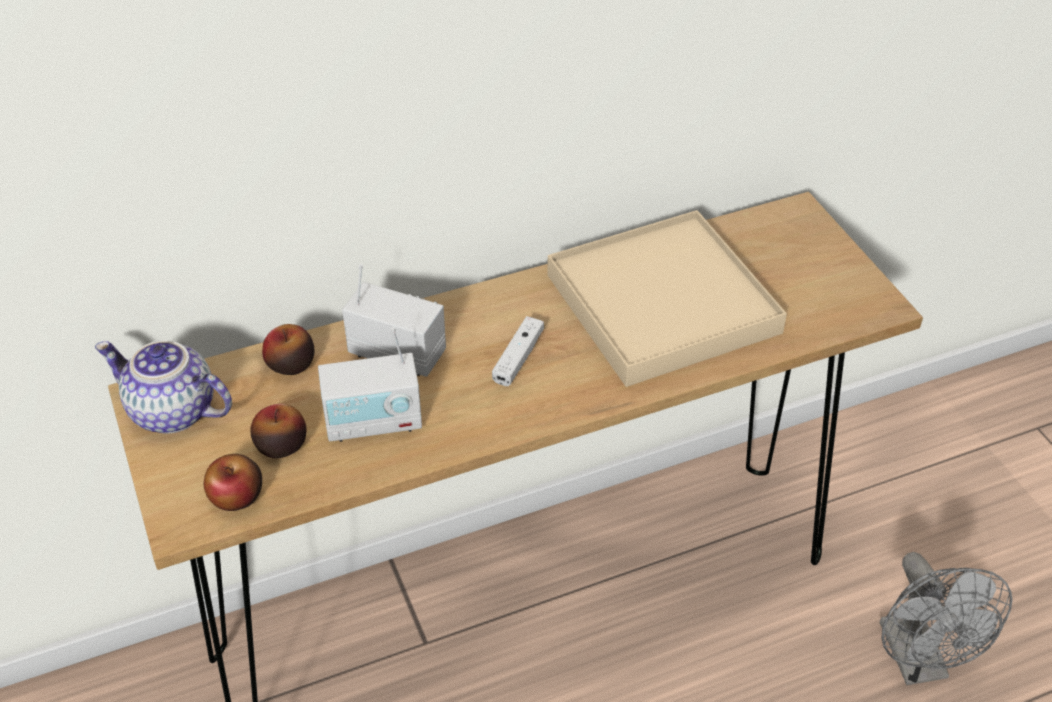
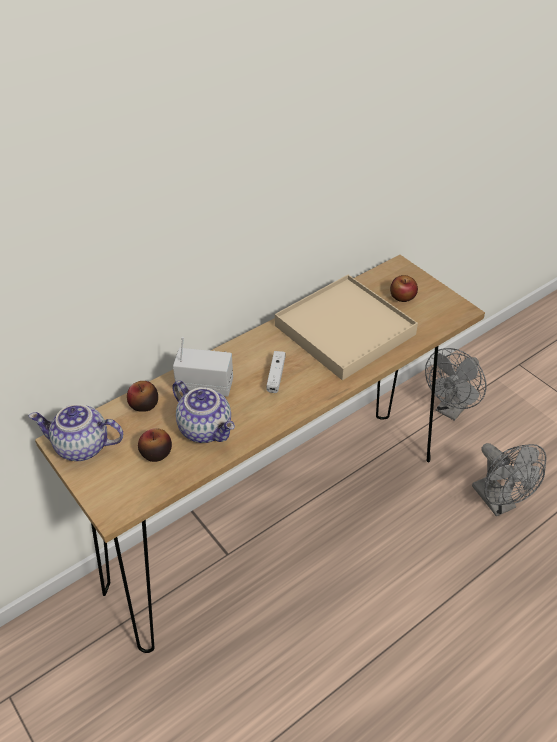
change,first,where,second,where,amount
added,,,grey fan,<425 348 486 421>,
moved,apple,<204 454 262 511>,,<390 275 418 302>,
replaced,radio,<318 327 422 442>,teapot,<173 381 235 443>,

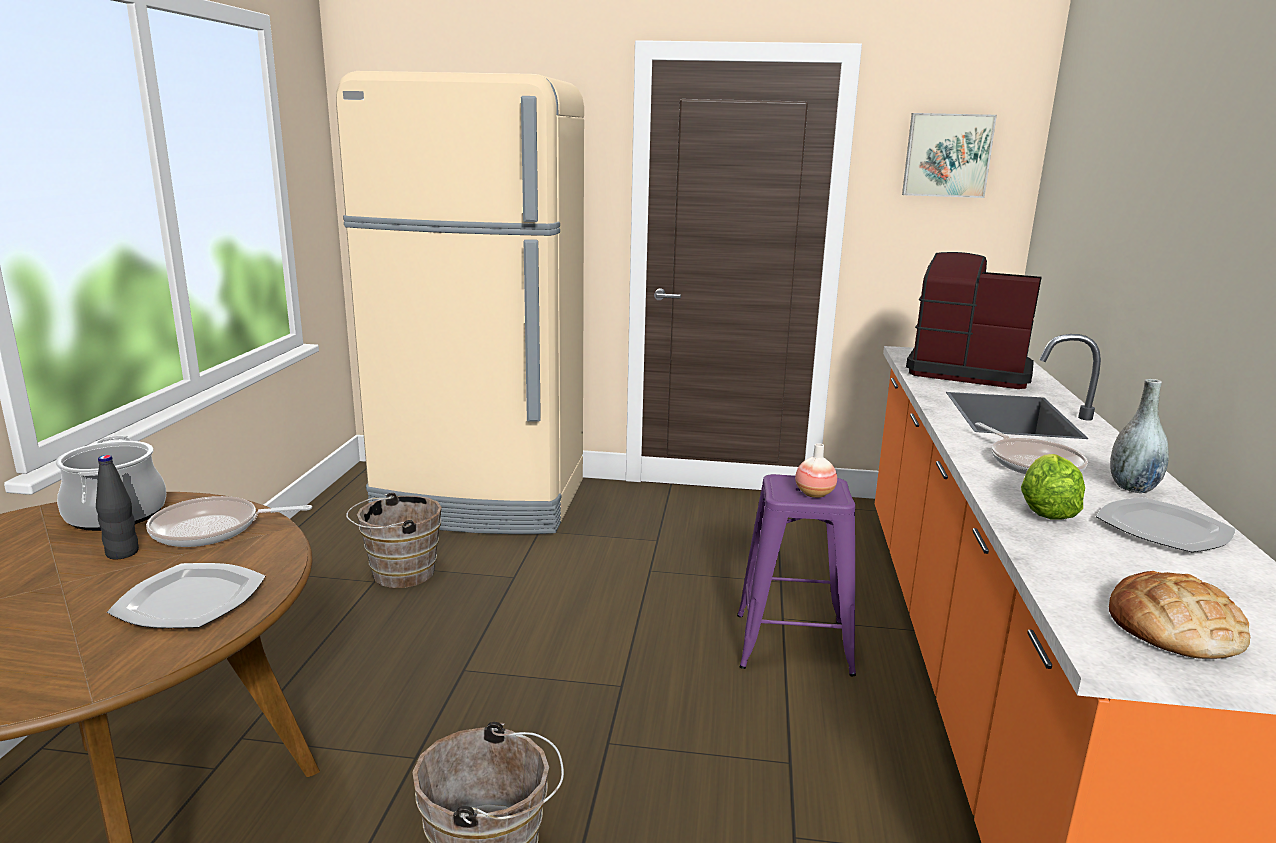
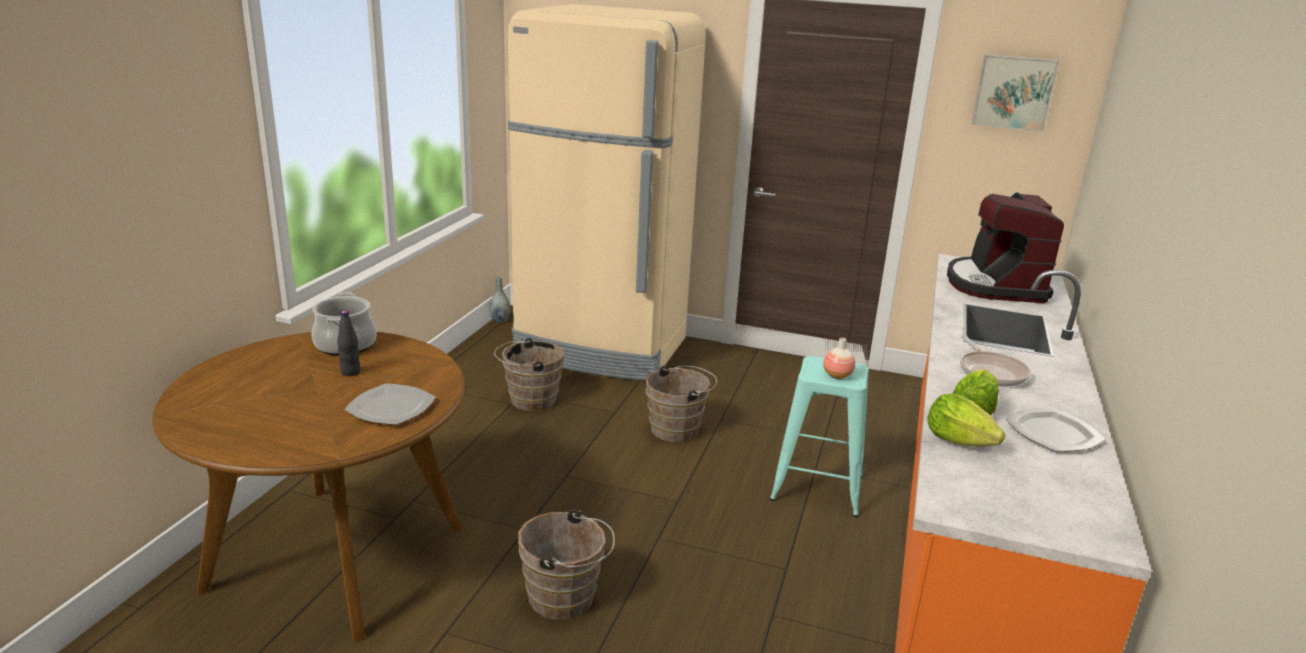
change,first,where,second,where,amount
removed,frying pan,<146 496 312 547>,,,
removed,bread,<1109 571 1250 659>,,,
added,,,brown bucket,<646 366 717 442>,
added,,,lettuce,<927 393 1006 446>,
moved,grey vase,<1110 379 1169 493>,,<490 276 511 323>,
recoloured,purple stool,<737 474 856 676>,turquoise stool,<770 356 869 517>,
turned,coffee machine,<906 252 1042 389>,,<947 192 1064 303>,120 degrees counterclockwise

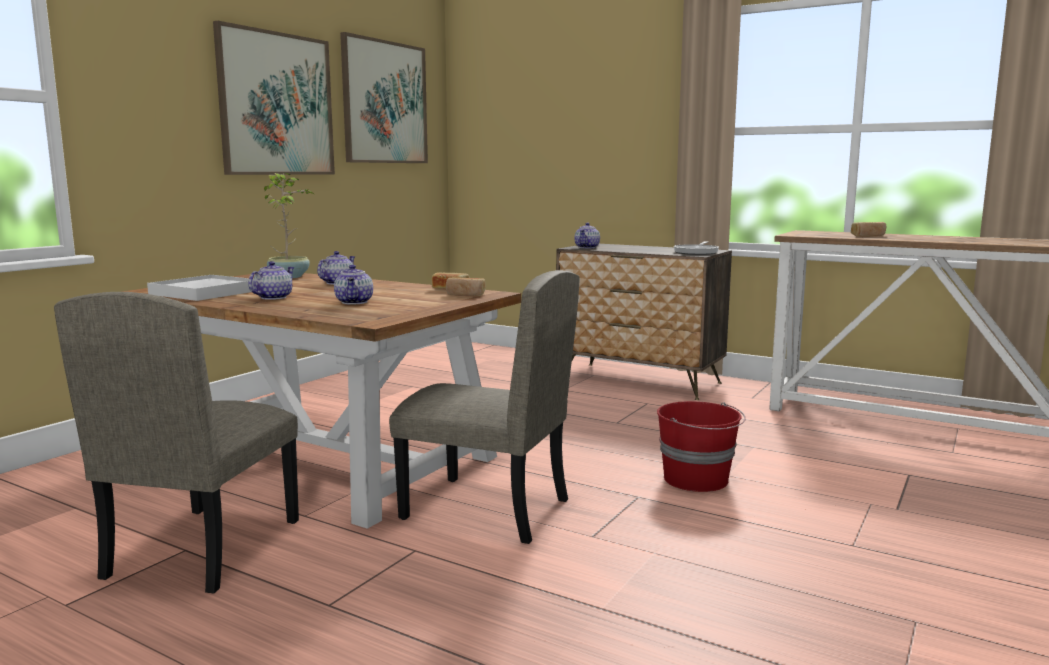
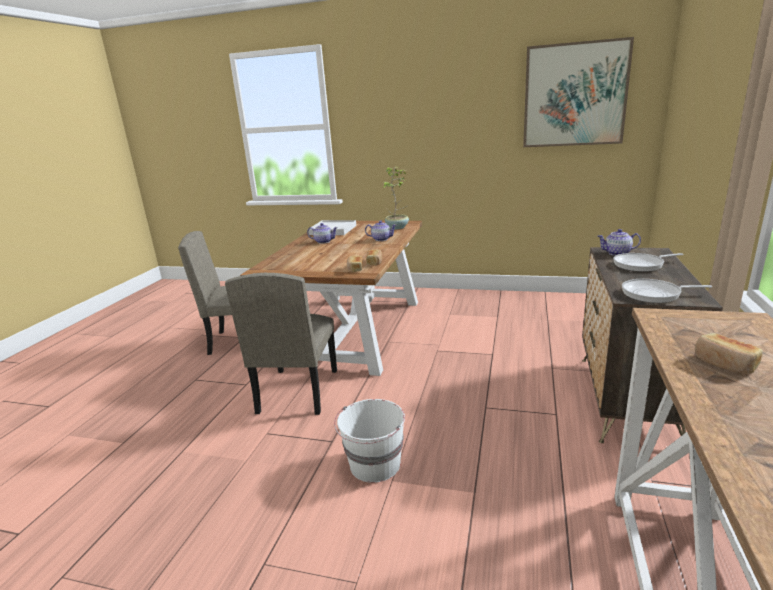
change,first,where,second,where,amount
removed,picture,<213 21 335 175>,,,
removed,teapot,<334 265 373 305>,,,
added,,,frying pan,<614 253 683 272>,
recoloured,red bucket,<657 401 746 492>,white bucket,<334 399 405 483>,

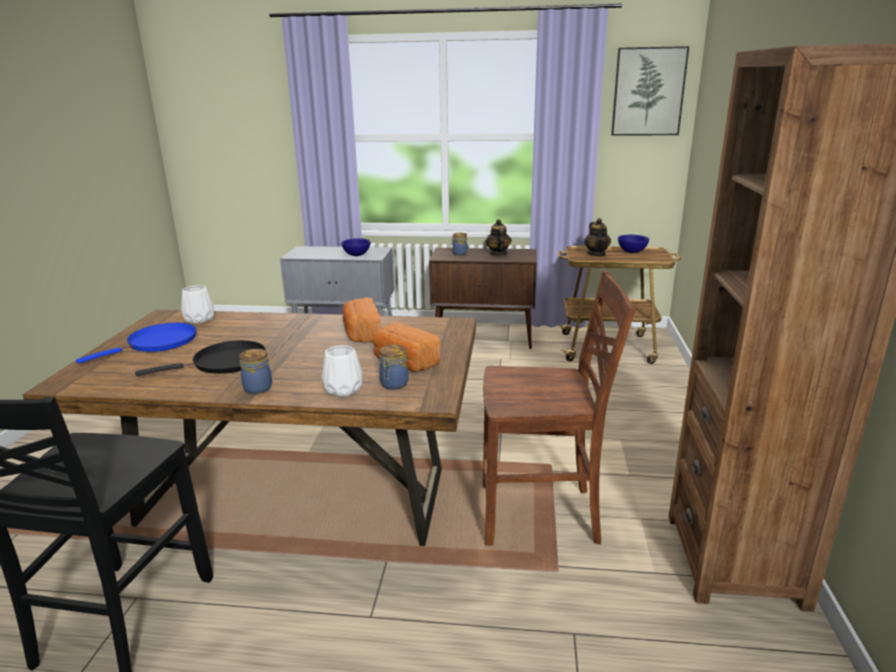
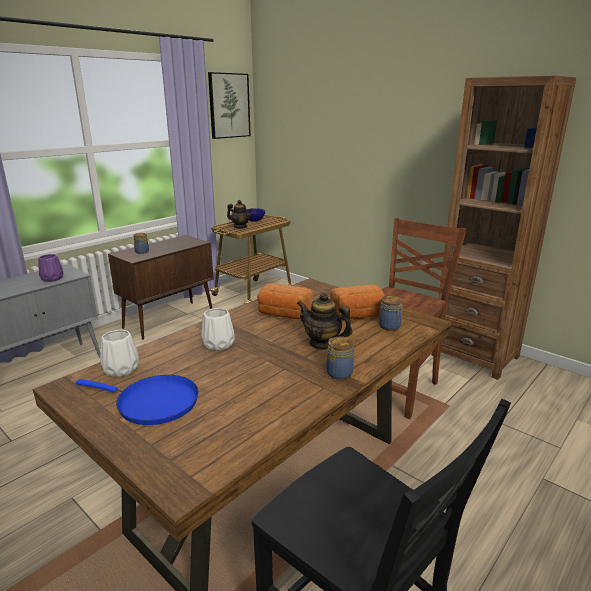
change,first,where,second,where,amount
removed,black frying pan,<135 340 266 376>,,,
moved,white vase,<322 345 362 397>,,<201 308 235 351>,
moved,teapot,<486 219 512 256>,,<297 292 353 350>,
replaced,blue bowl,<341 238 370 256>,purple vase,<38 254 63 282>,
turned,blue frying pan,<76 323 197 364>,,<76 375 199 425>,120 degrees clockwise

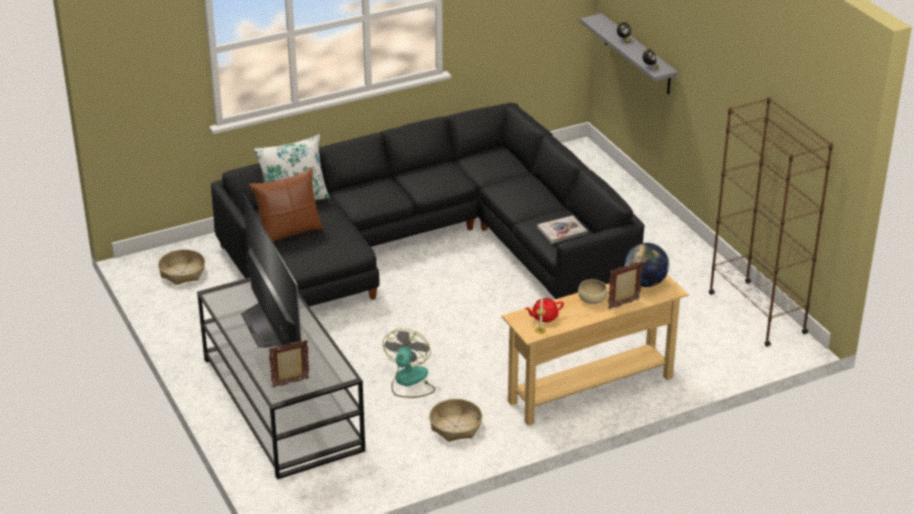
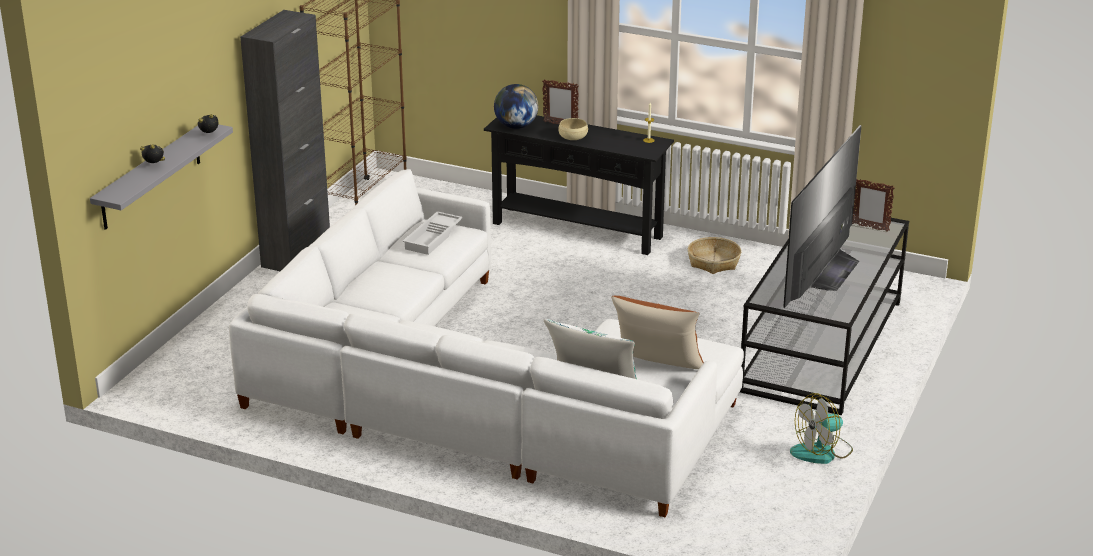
change,first,where,second,where,amount
removed,basket,<158 249 205 285>,,,
removed,red teapot,<525 298 564 322>,,,
added,,,black cabinet,<240 10 330 271>,
moved,fan,<383 329 435 398>,,<790 393 853 464>,
replaced,book,<537 216 588 244>,white tray,<403 211 463 255>,
recoloured,black sofa,<211 103 645 307>,white sofa,<229 169 744 517>,
recoloured,beige console table,<502 274 688 426>,black console table,<484 115 674 255>,

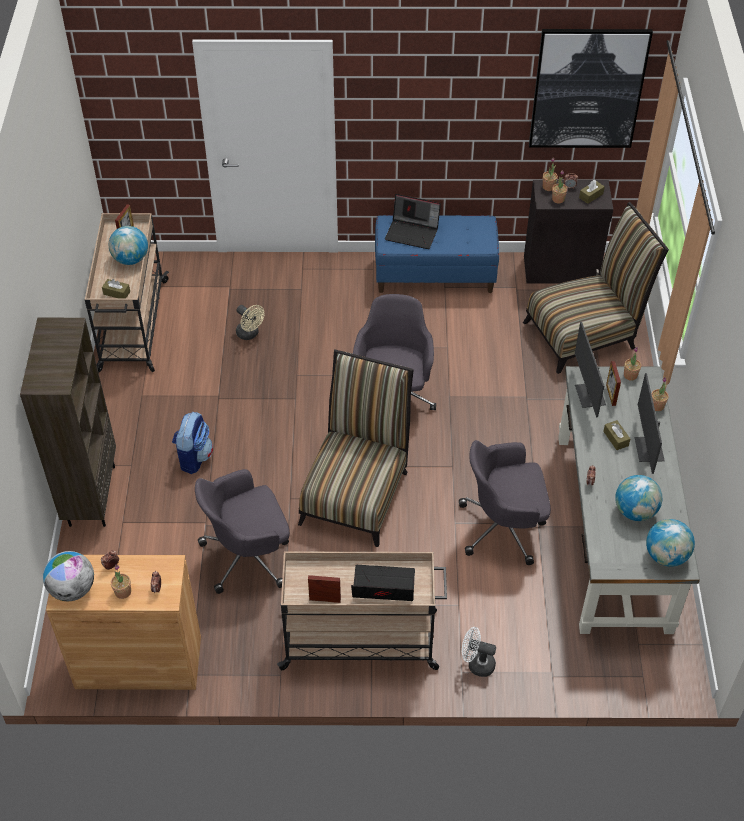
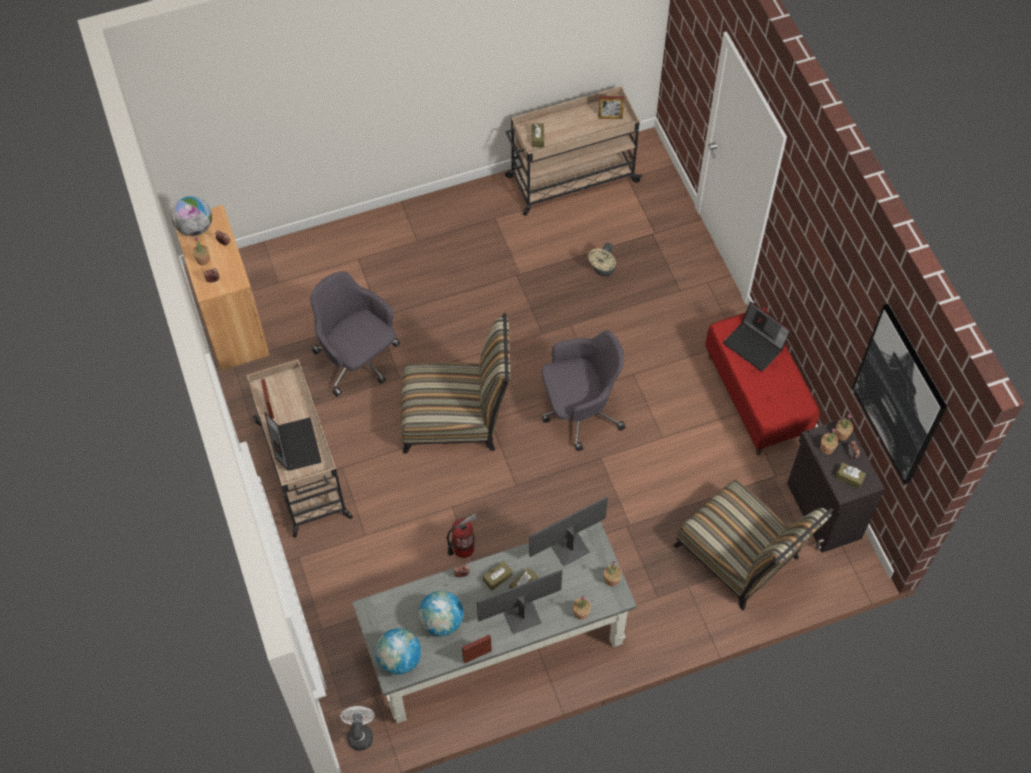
change,first,where,second,where,amount
removed,brown bookcase,<20 318 116 527>,,,
removed,globe,<109 226 148 265>,,,
removed,backpack,<172 412 213 474>,,,
added,,,brown tissue box,<483 561 513 591>,
moved,white fan,<462 627 496 677>,,<340 706 375 750>,
moved,picture frame,<606 361 621 406>,,<462 635 492 663>,
replaced,grey office chair,<459 440 551 565>,fire extinguisher,<447 514 477 558>,
recoloured,blue bench,<375 215 499 293>,red bench,<705 308 820 455>,
turned,laptop,<385 194 441 249>,,<723 302 791 371>,45 degrees counterclockwise

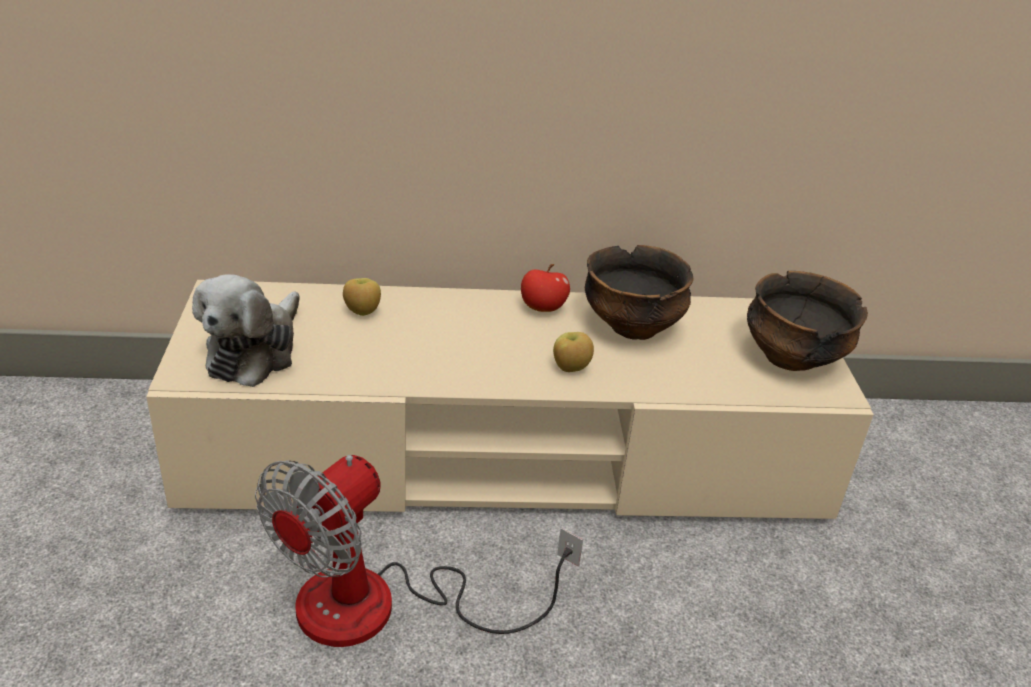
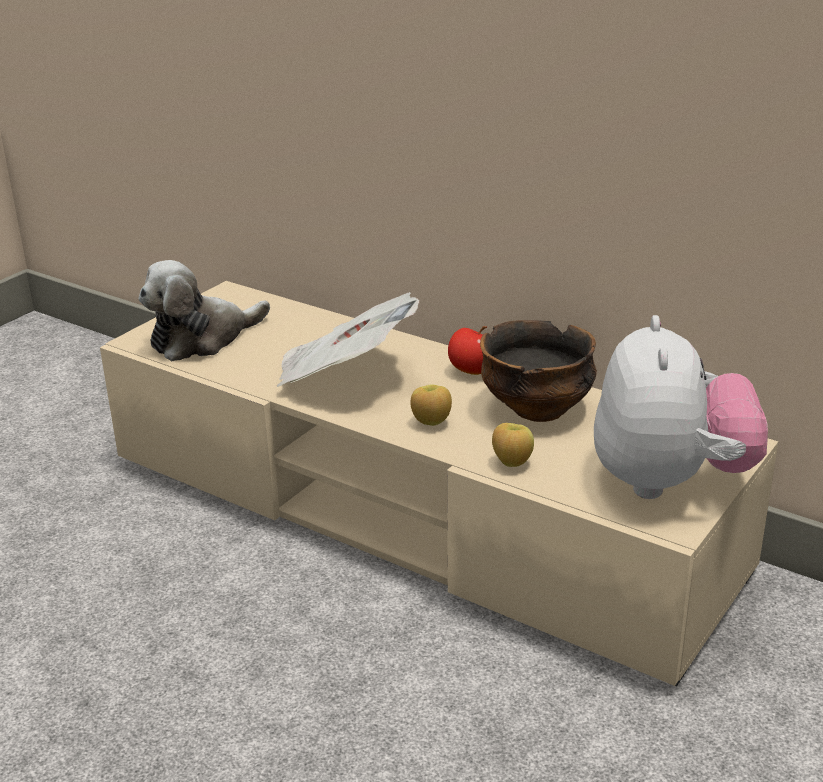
change,first,where,second,where,amount
removed,fan,<255 455 583 647>,,,
added,,,newspaper,<277 292 419 387>,
moved,apple,<343 278 381 316>,,<492 423 534 467>,
replaced,bowl,<747 271 868 371>,plush toy,<594 315 768 499>,

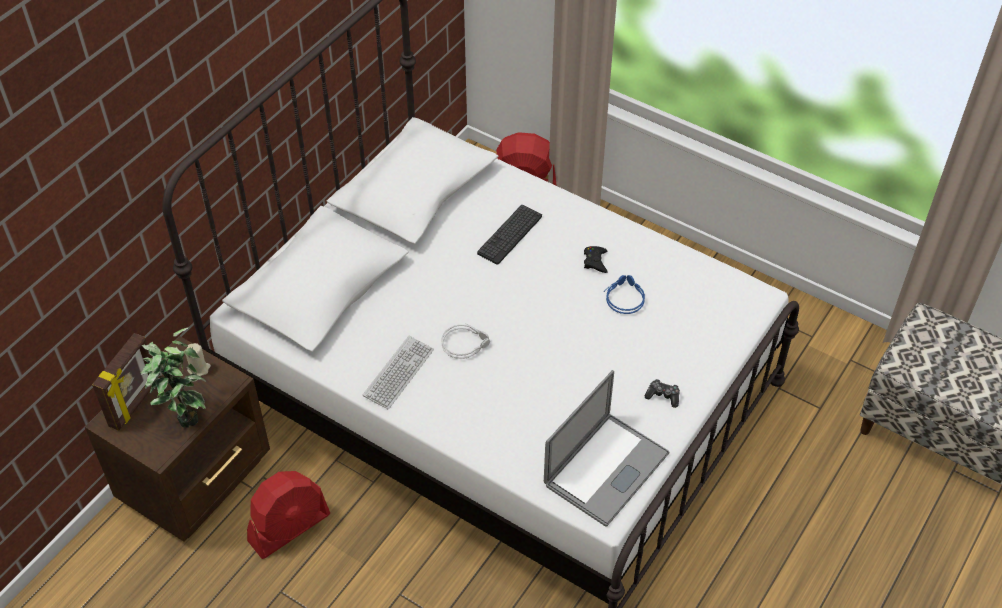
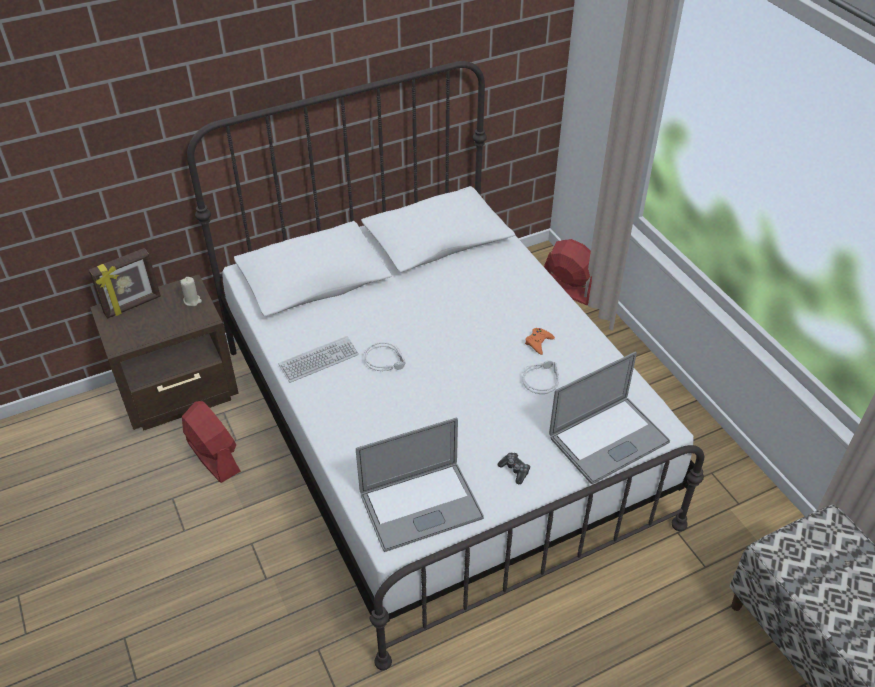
change,first,where,second,where,amount
removed,potted plant,<141 327 206 428>,,,
removed,keyboard,<477 205 542 265>,,,
added,,,laptop,<549 352 670 484>,
recoloured,black game controller,<584 246 608 273>,orange game controller,<525 328 555 355>,
recoloured,blue headphones,<604 275 645 314>,grey headphones,<523 360 560 394>,
turned,red fan,<247 471 330 559>,,<182 401 241 483>,120 degrees counterclockwise

